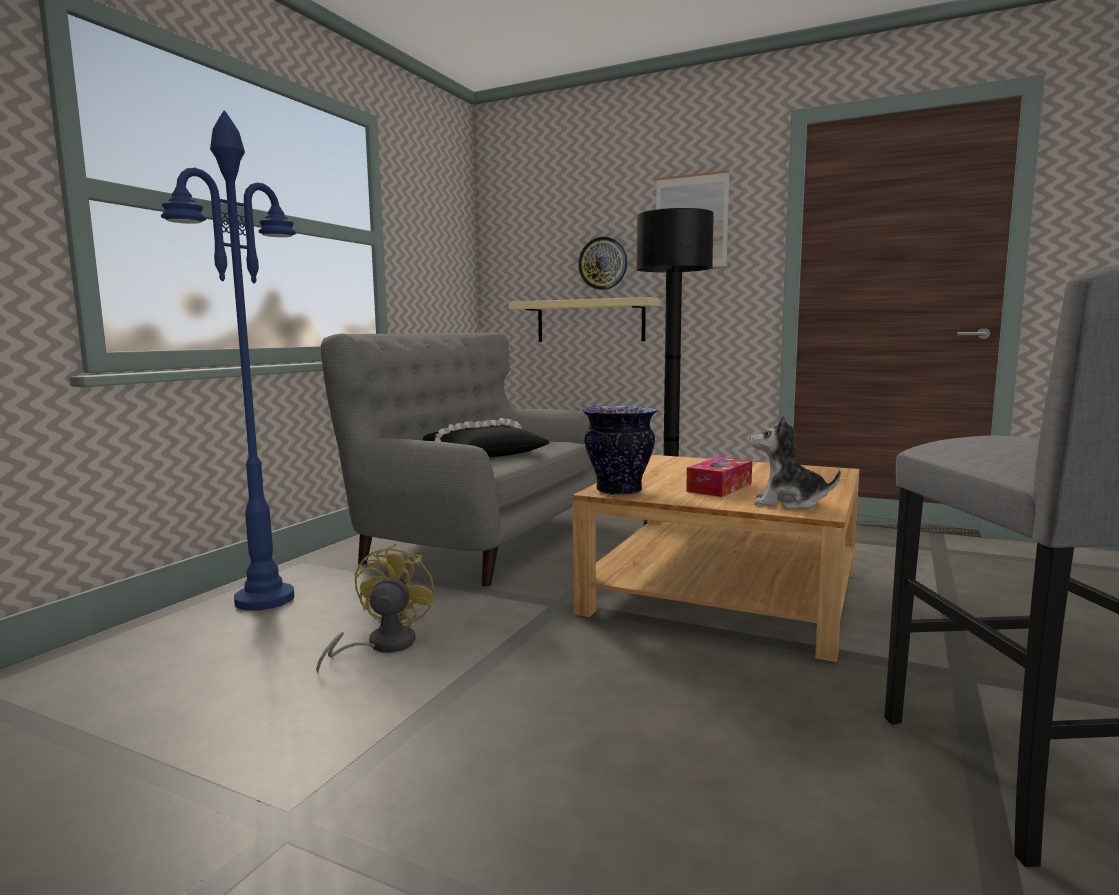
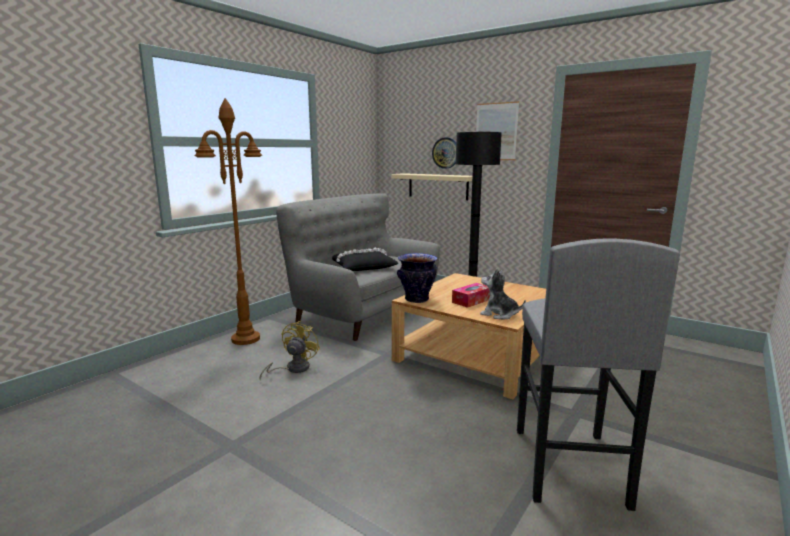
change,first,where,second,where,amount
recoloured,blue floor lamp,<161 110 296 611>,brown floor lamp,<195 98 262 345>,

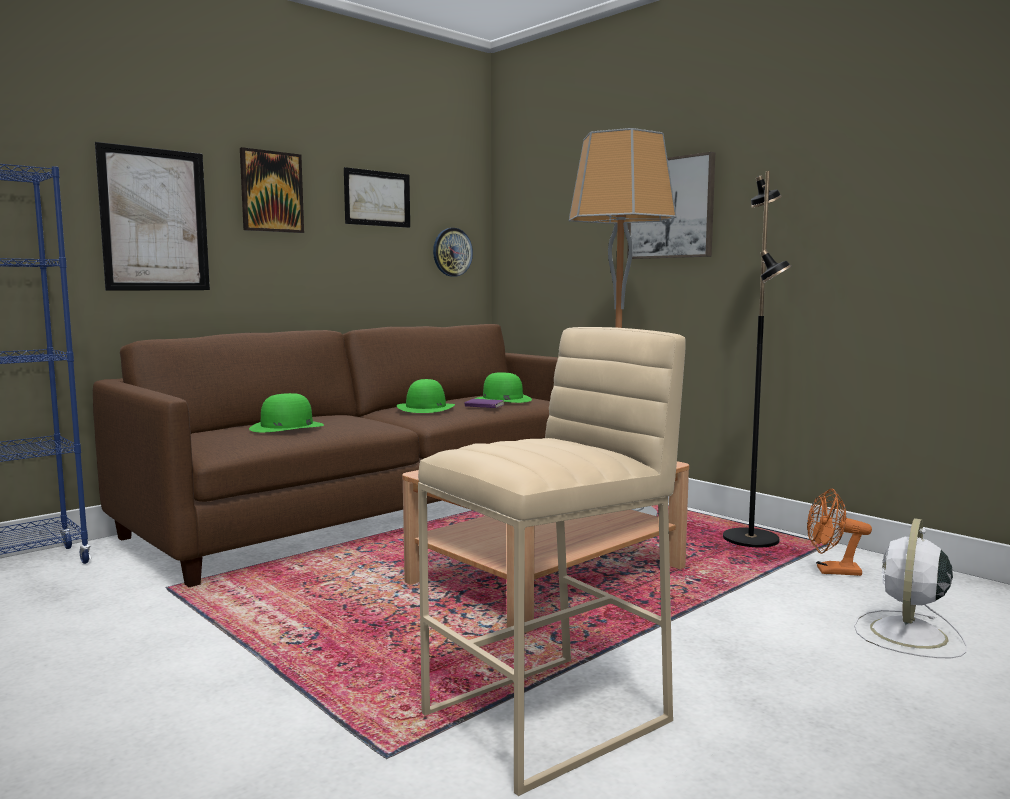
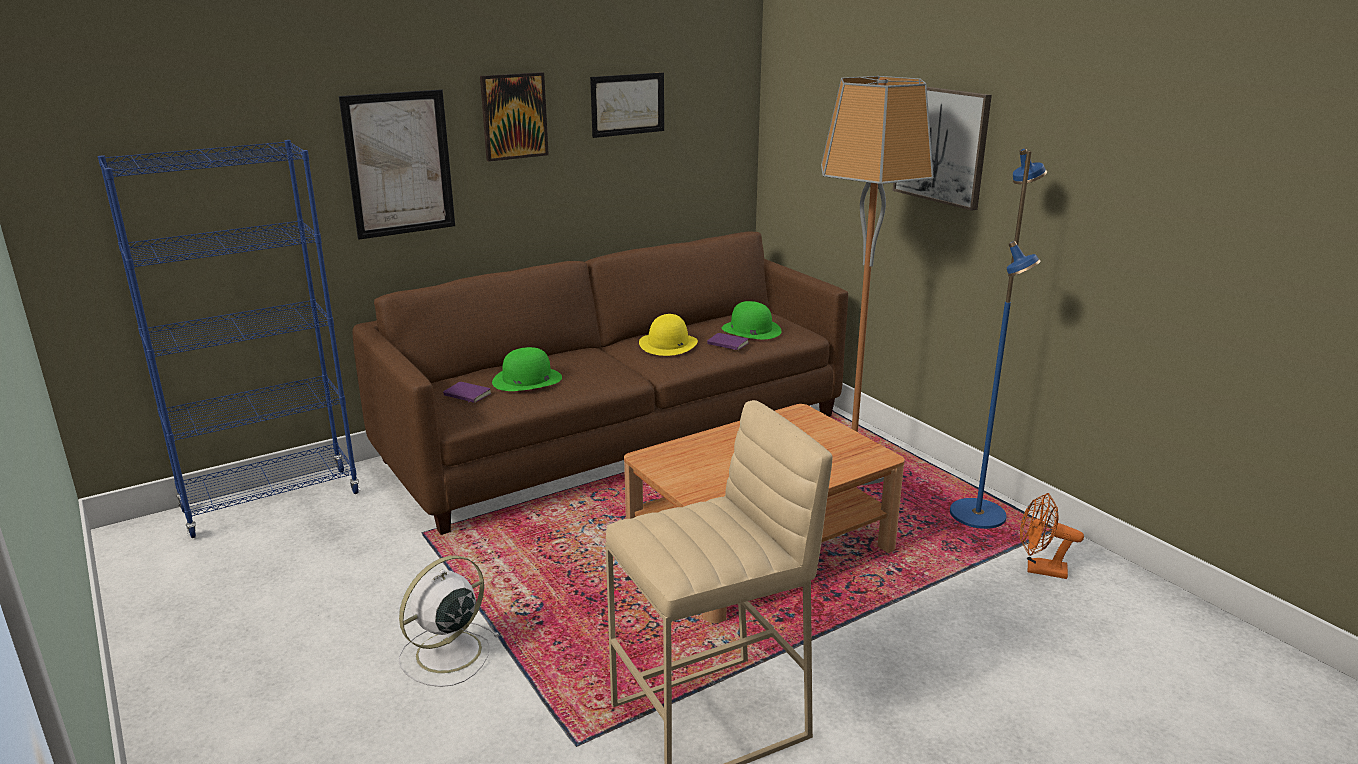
change,first,where,second,where,amount
removed,wall clock,<433 228 473 277>,,,
added,,,purple book,<443 382 492 403>,
moved,white fan,<854 518 967 658>,,<399 555 500 687>,
recoloured,green hat,<397 379 455 413>,yellow hat,<639 314 698 356>,
recoloured,black floor lamp,<723 171 792 547>,blue floor lamp,<950 148 1047 529>,

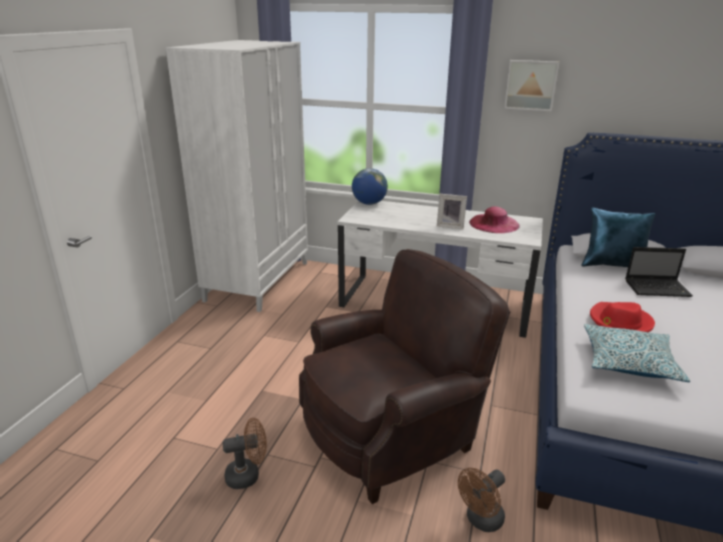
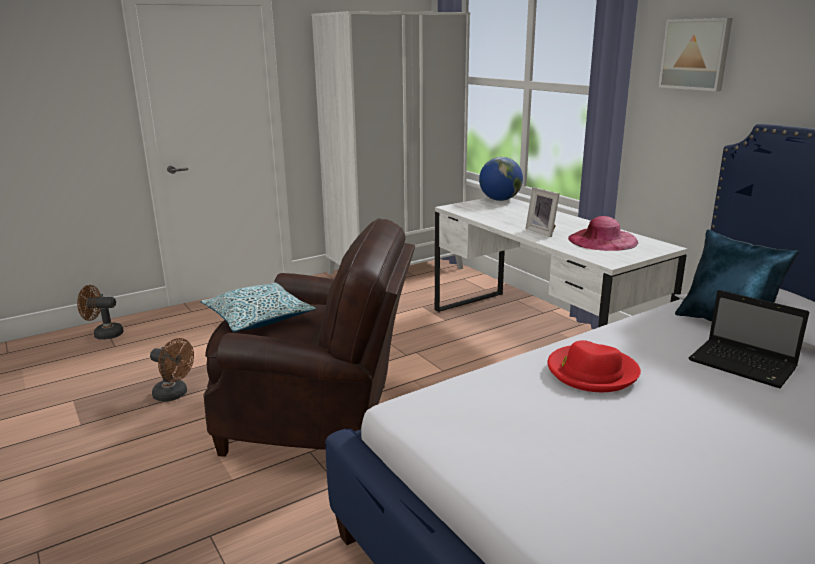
change,first,where,second,where,amount
moved,brown fan,<458 468 505 532>,,<77 285 124 340>,
moved,pillow,<584 324 690 382>,,<201 283 316 332>,

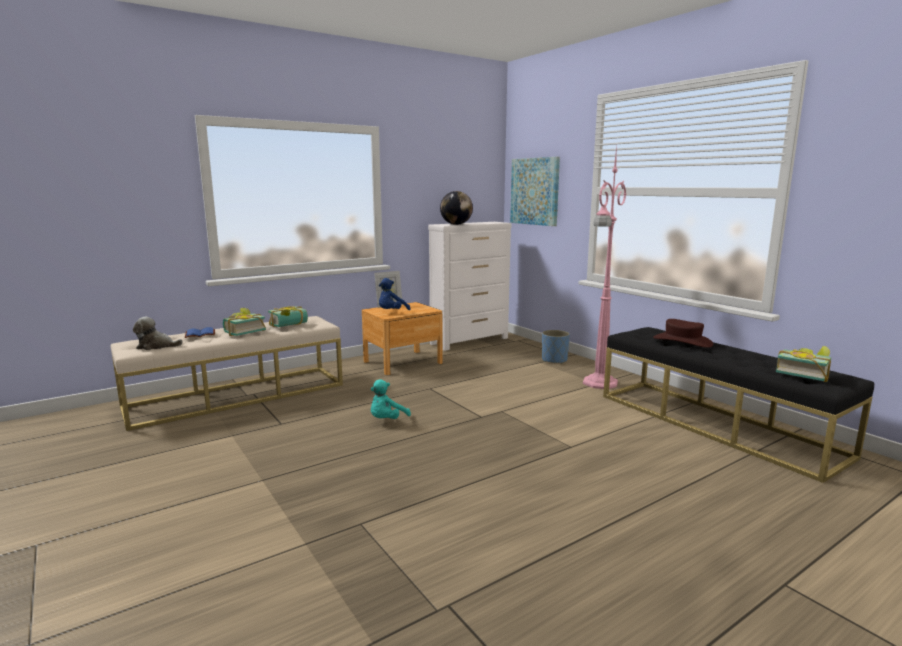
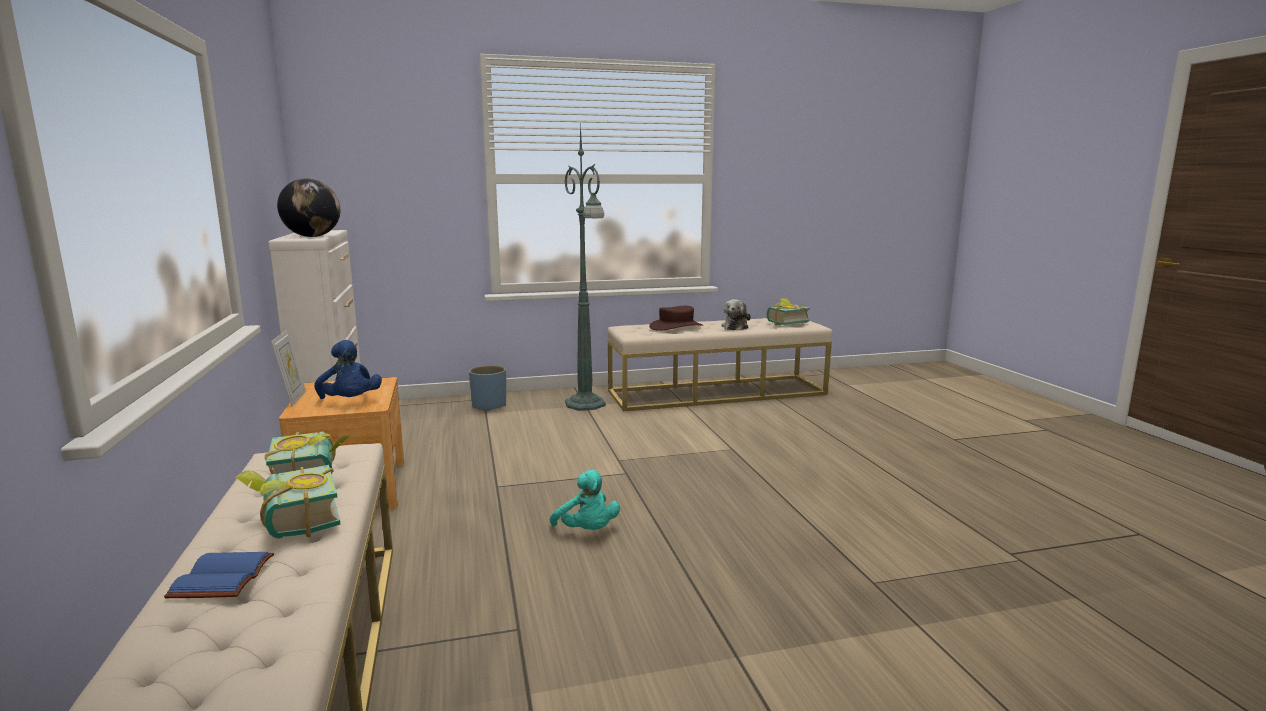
change,first,where,second,where,amount
removed,picture,<510 157 560 226>,,,
moved,plush toy,<133 317 183 350>,,<721 299 751 330>,
recoloured,pink floor lamp,<583 145 626 389>,green floor lamp,<564 122 606 411>,
recoloured,black bench,<603 327 874 483>,beige bench,<608 318 832 411>,

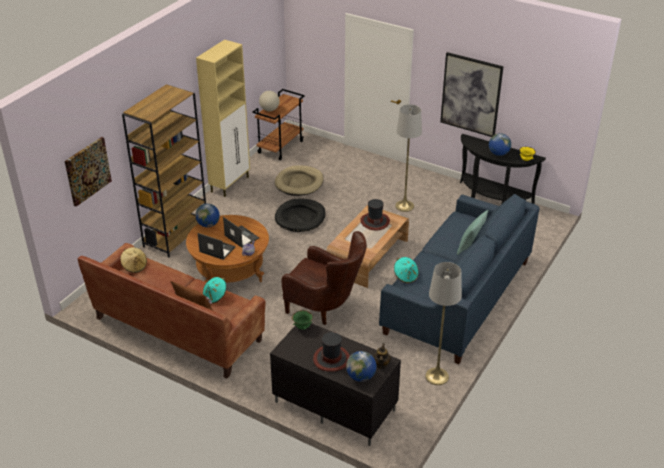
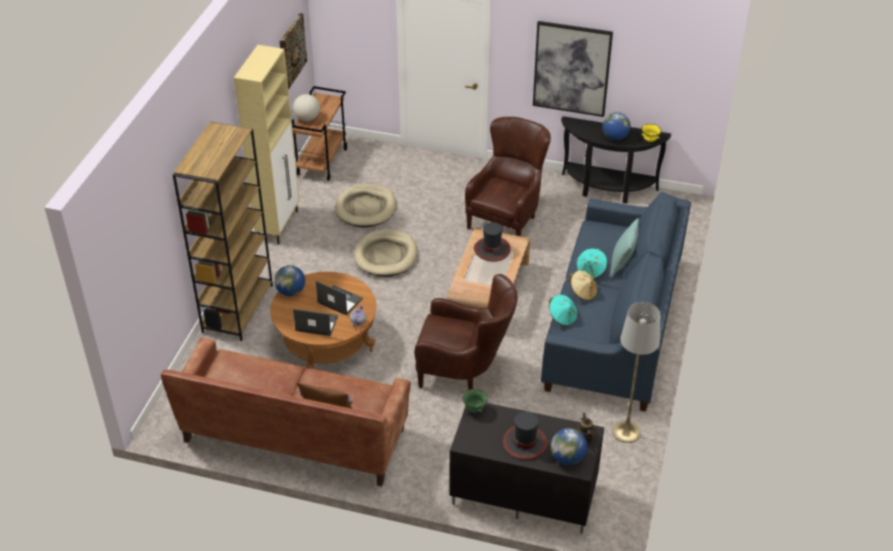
change,first,where,second,where,amount
moved,picture,<65 137 112 207>,,<280 13 307 90>,
moved,beige hat,<120 247 147 273>,,<569 270 597 301>,
moved,turquoise hat,<203 277 226 304>,,<576 248 607 279>,
replaced,grey floor lamp,<395 105 422 212>,brown armchair,<465 117 551 236>,
recoloured,black dog bed,<275 198 326 232>,beige dog bed,<354 229 418 277>,

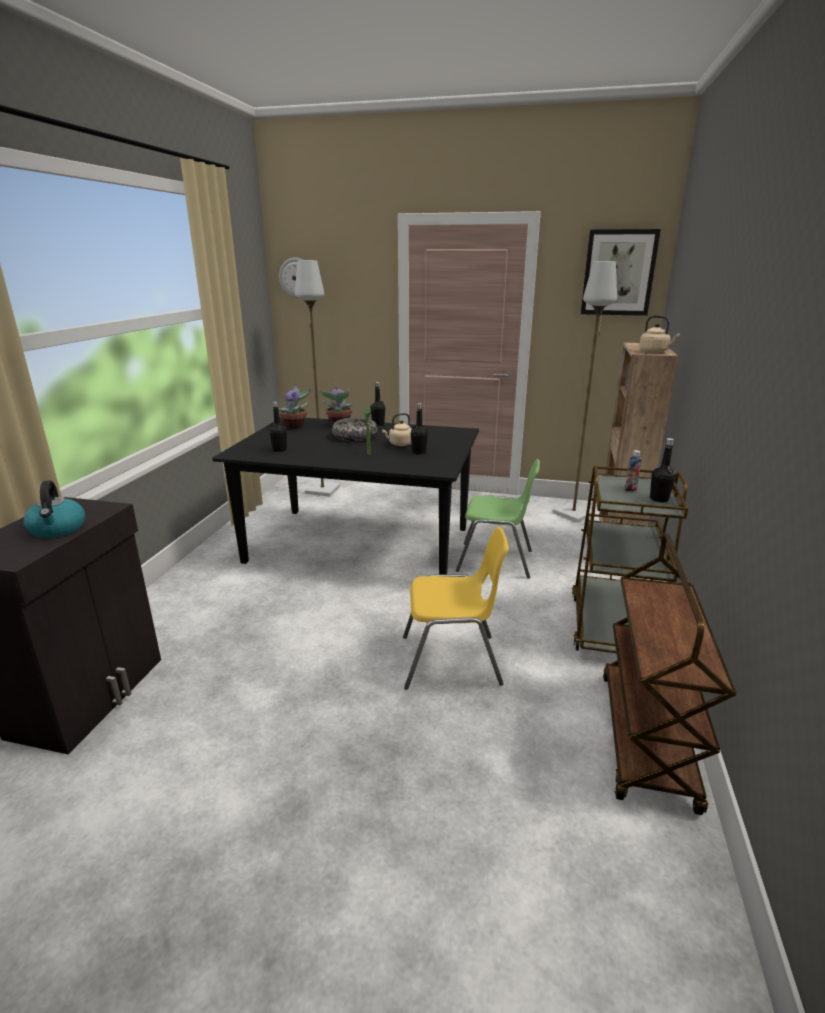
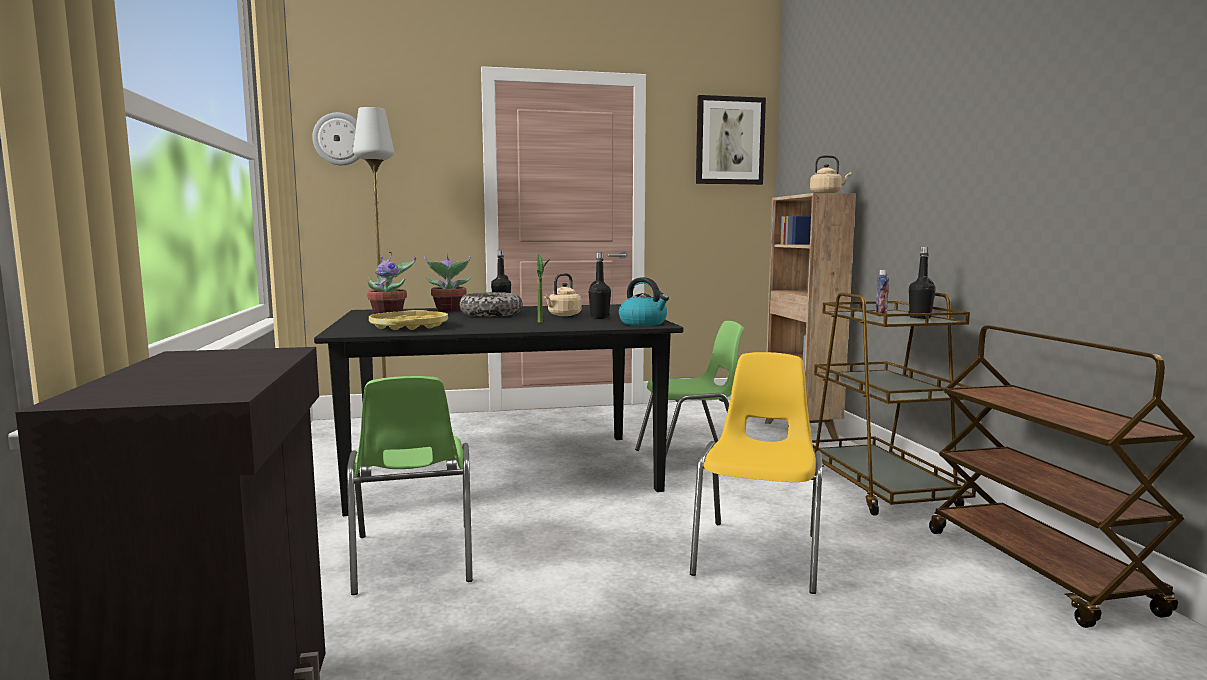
change,first,where,second,where,amount
removed,grey floor lamp,<553 261 617 522>,,,
added,,,green chair,<347 376 473 595>,
moved,kettle,<24 480 85 538>,,<619 277 669 326>,
replaced,black bottle,<269 401 287 452>,yellow tray,<369 310 448 330>,
turned,yellow chair,<403 527 509 690>,,<690 352 823 594>,45 degrees counterclockwise

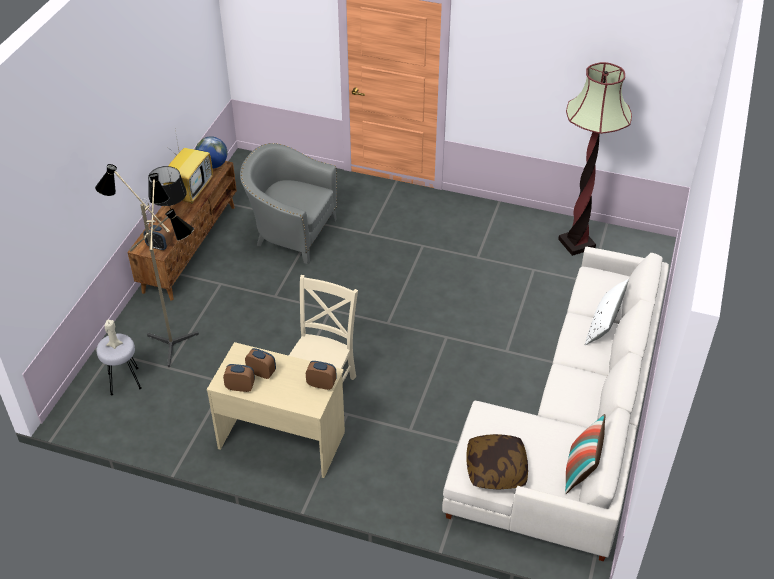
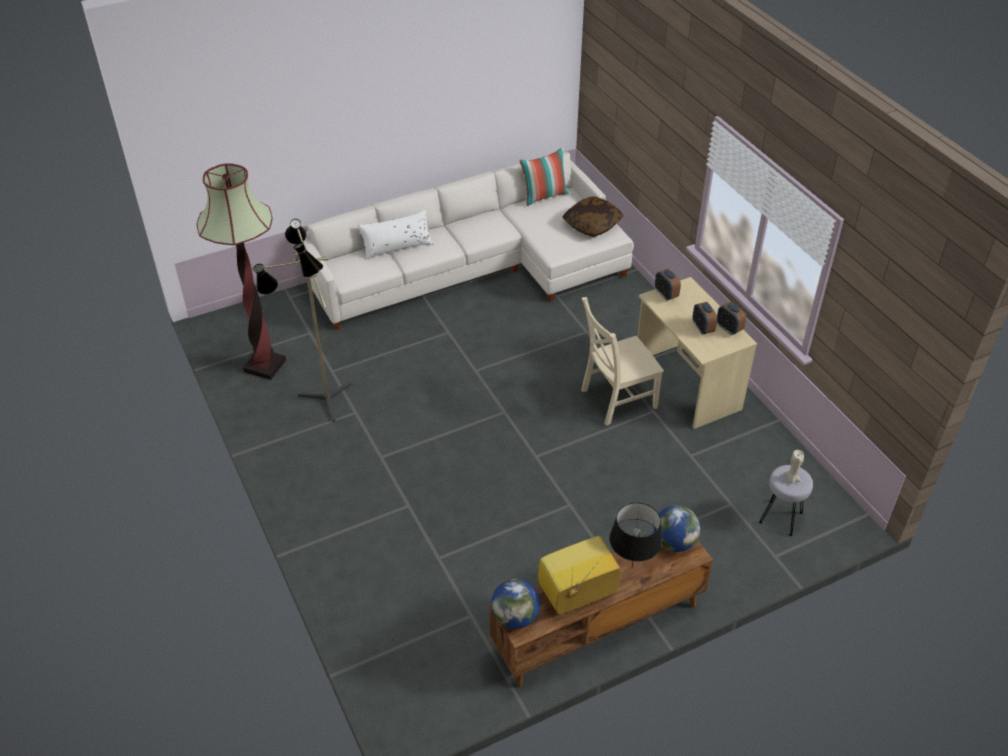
change,first,where,second,where,amount
removed,grey armchair,<240 143 337 264>,,,
moved,floor lamp,<95 164 199 367>,,<253 219 352 422>,
replaced,alarm clock,<143 224 171 251>,globe,<654 505 700 552>,

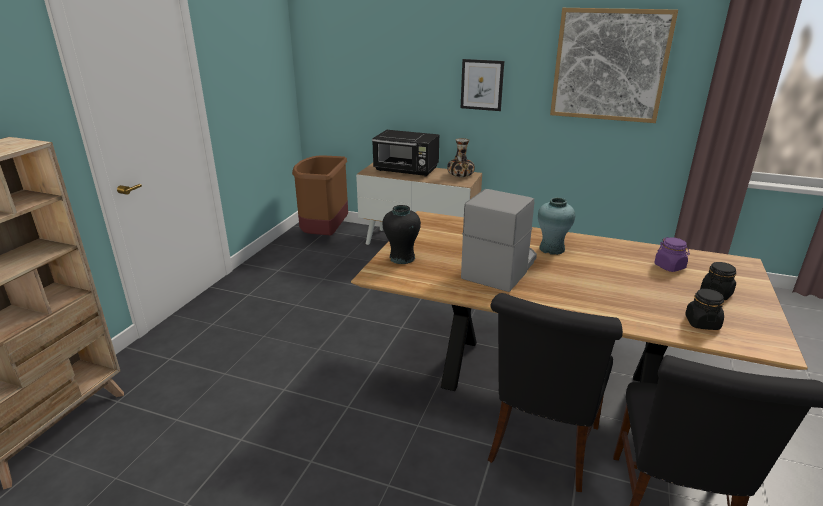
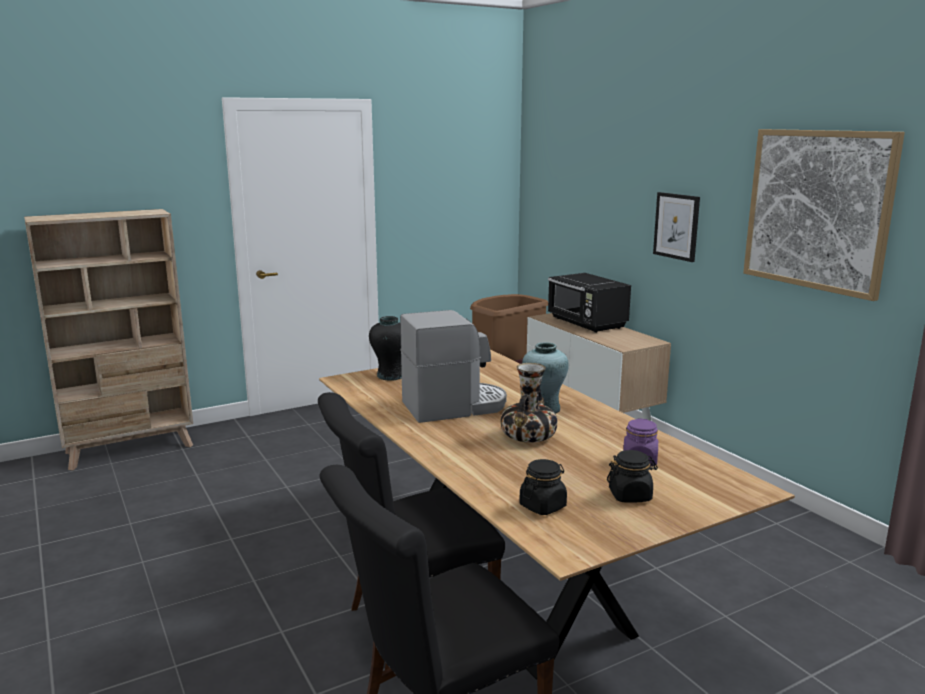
change,first,where,second,where,amount
moved,vase,<447 138 475 177>,,<501 363 558 443>,

